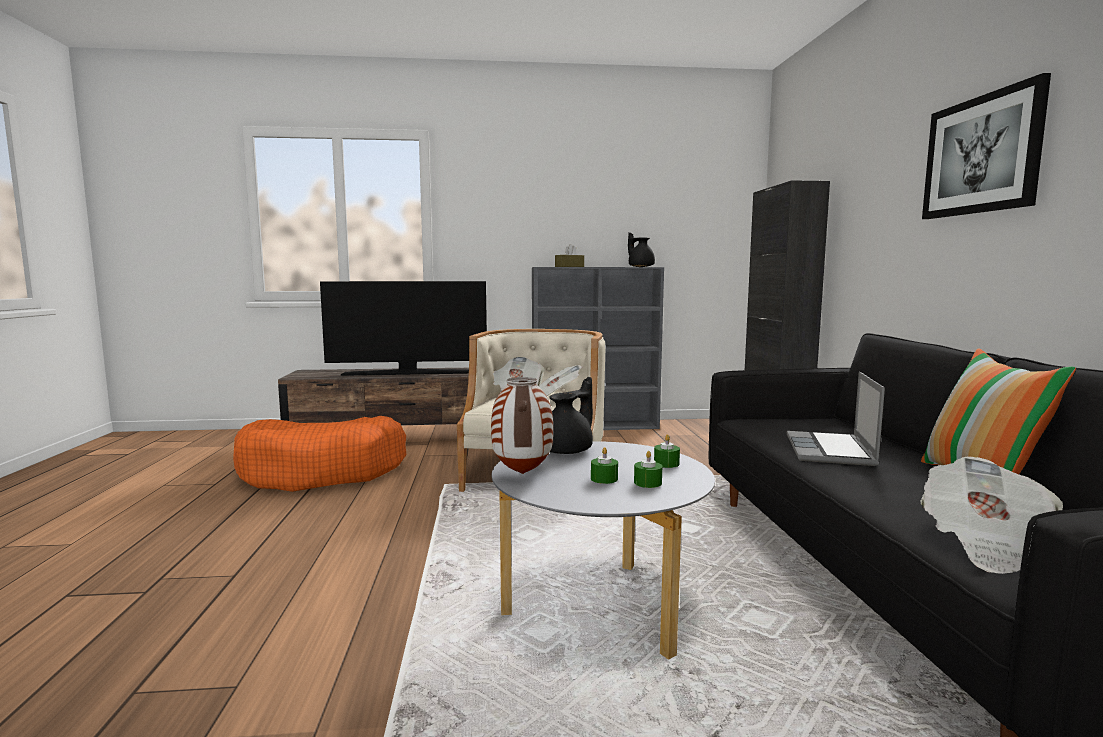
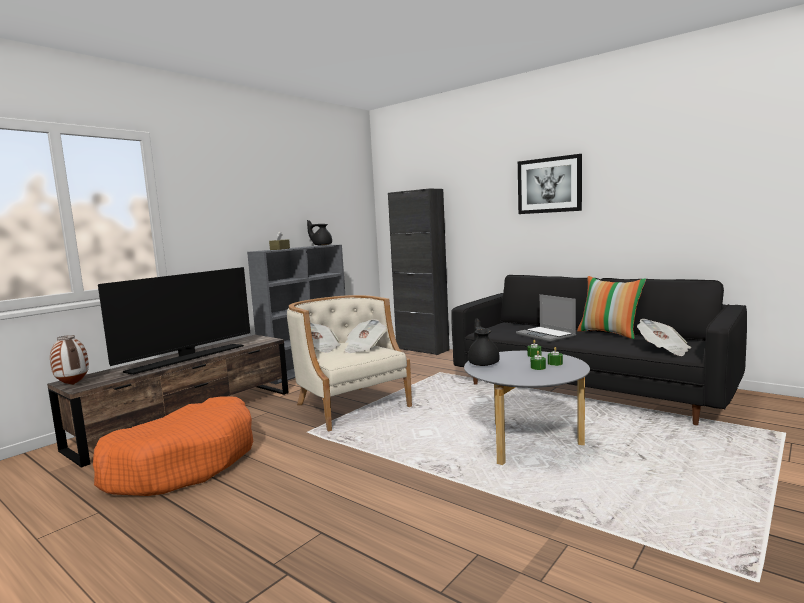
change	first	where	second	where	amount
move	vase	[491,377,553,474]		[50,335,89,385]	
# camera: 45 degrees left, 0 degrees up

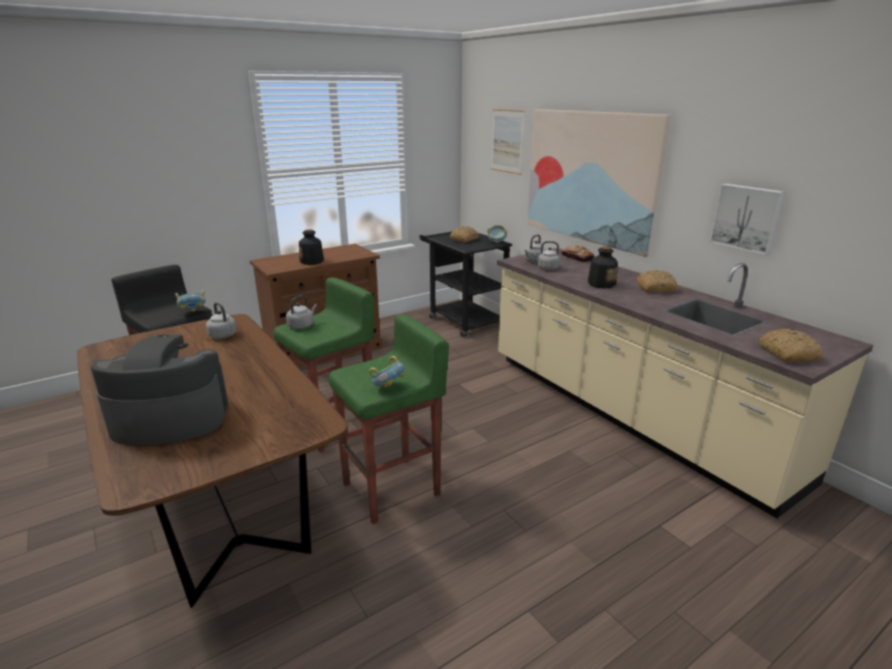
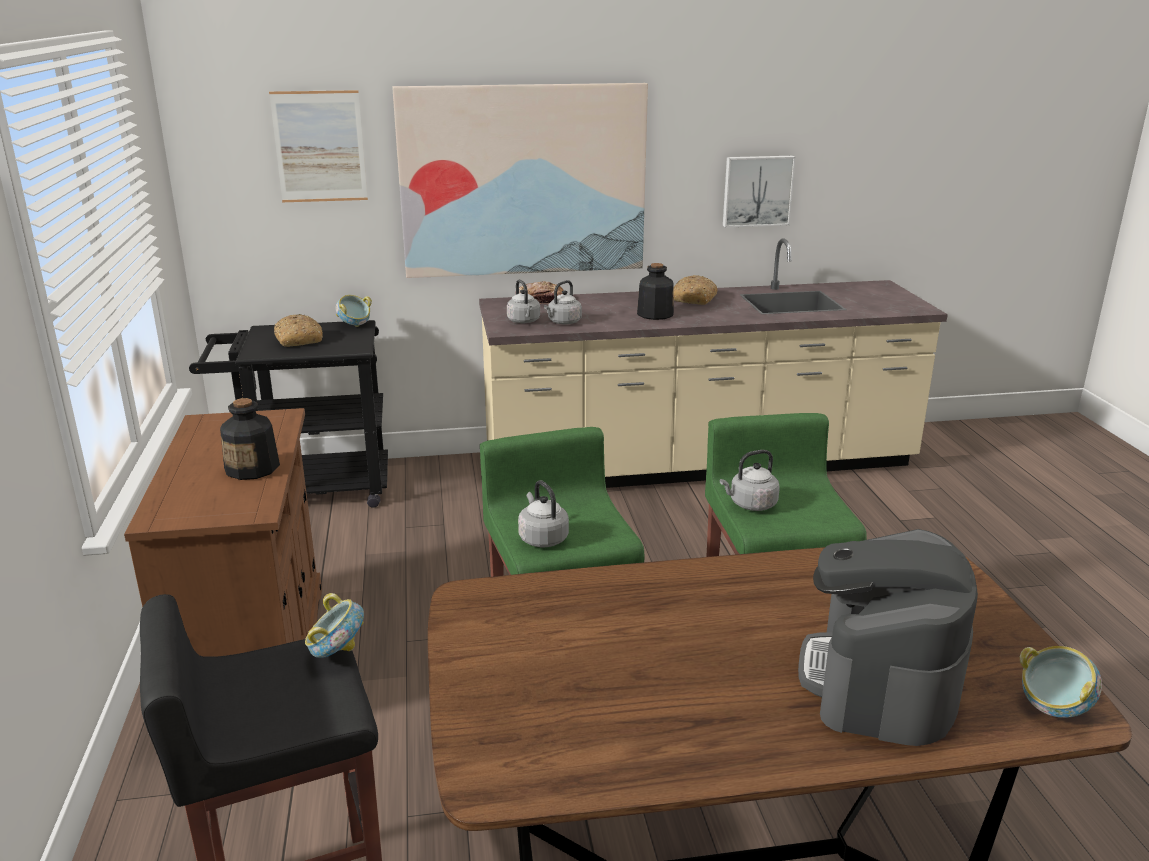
change	first	where	second	where	amount
move	kettle (grey)	[206,302,237,339]		[720,450,780,511]	
move	bowl	[369,356,405,387]		[1020,646,1102,718]	
delete	bread	[758,329,823,362]			
# camera: 65 degrees left, 0 degrees up

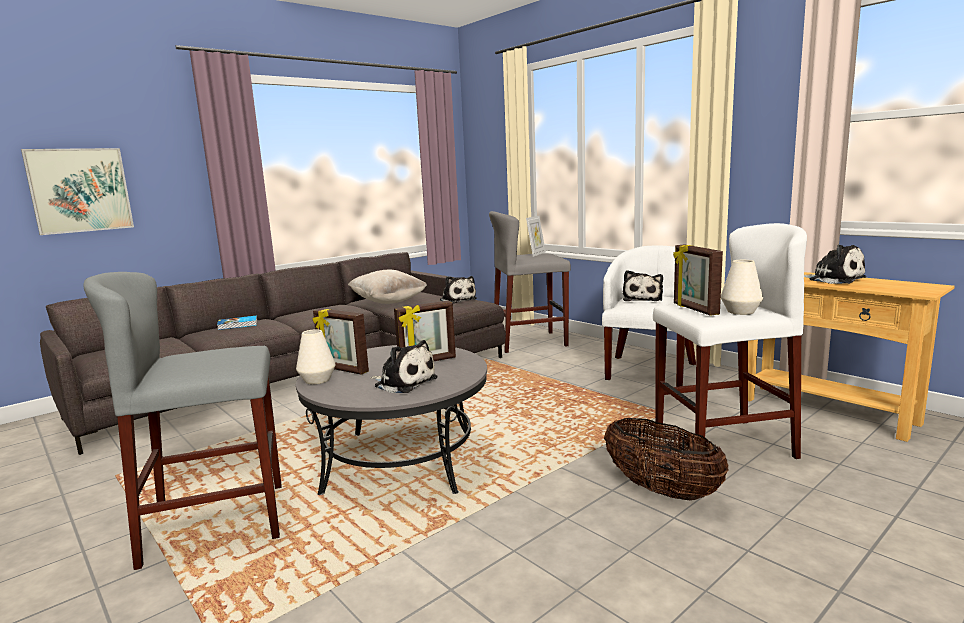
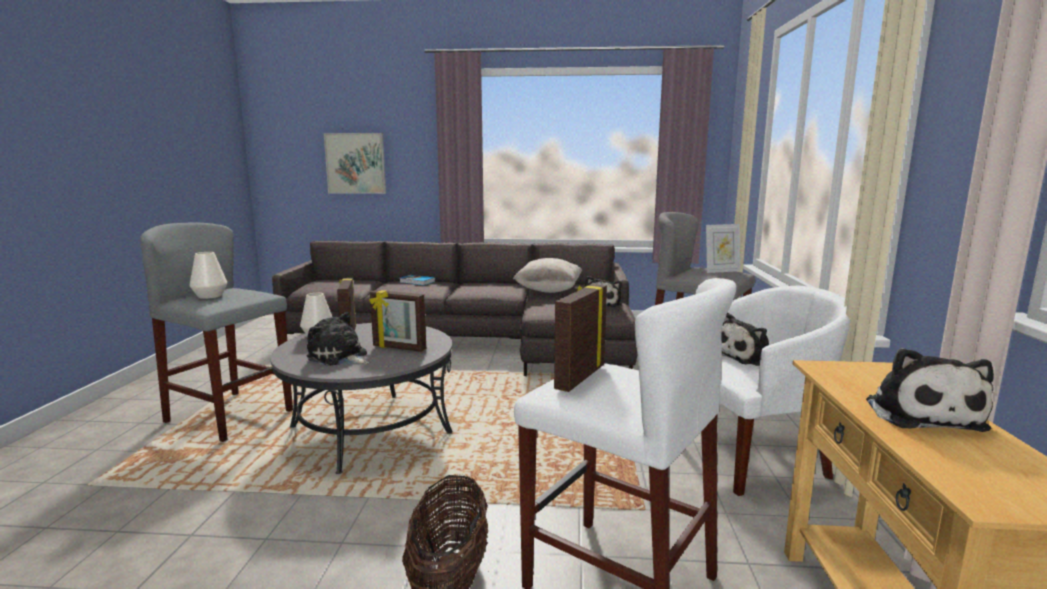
change	first	where	second	where	amount
move	vase (white)	[721,260,763,315]		[189,252,227,299]	
rotate	plush toy	[370,340,438,393]		[307,312,369,366]	135 degrees clockwise
# camera: 45 degrees right, 0 degrees up

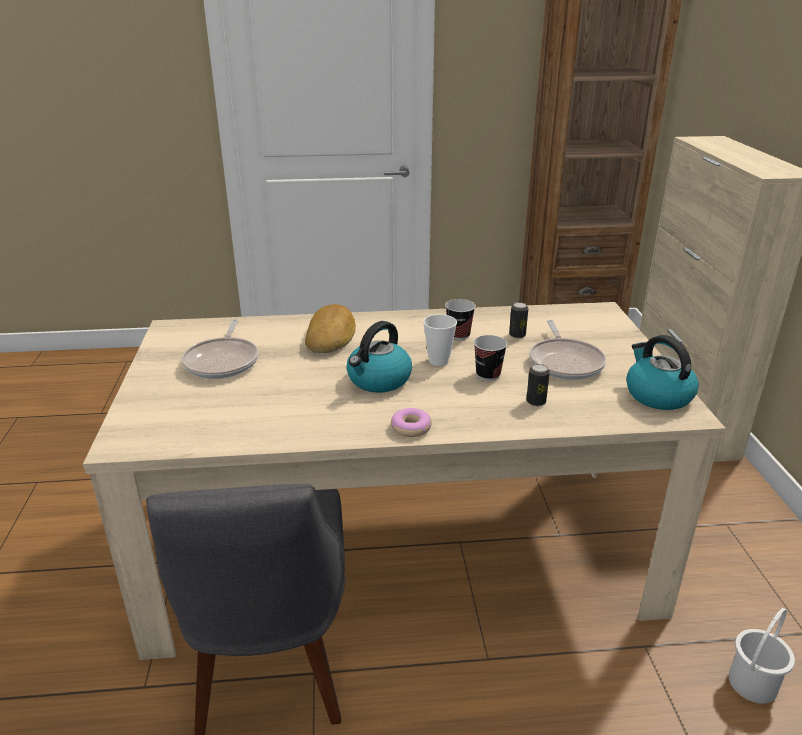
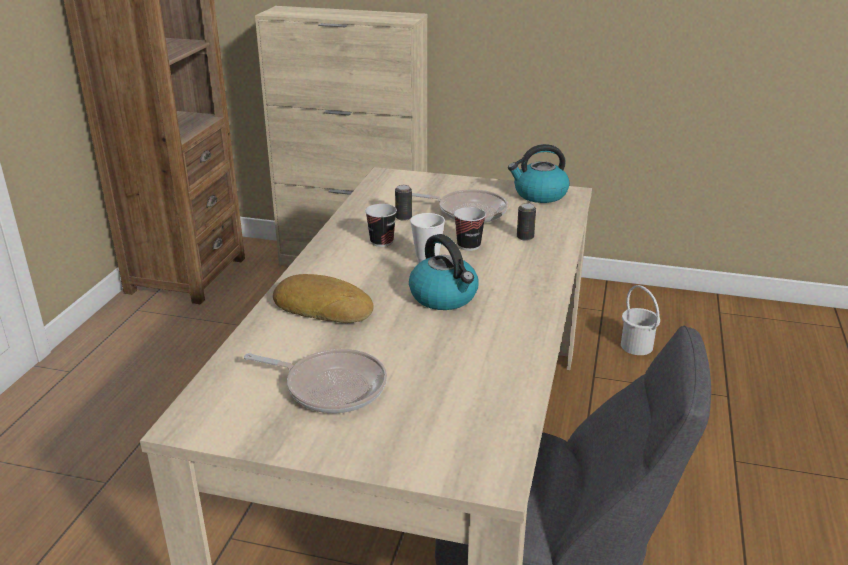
change	first	where	second	where	amount
delete	donut	[391,408,432,437]			
# camera: 70 degrees left, 0 degrees up

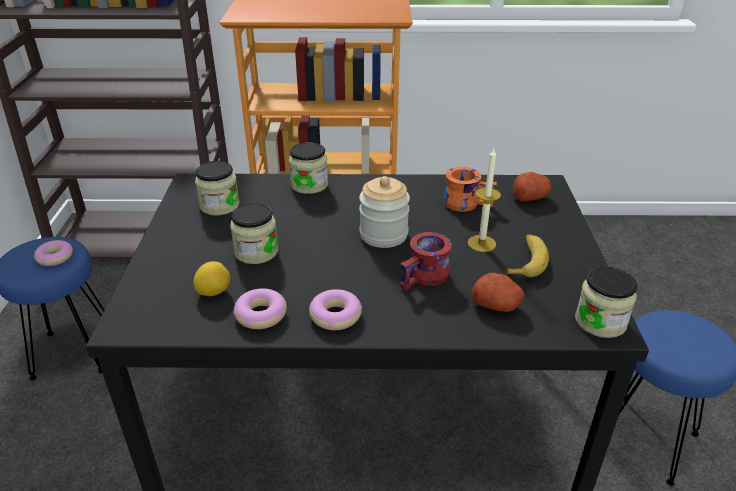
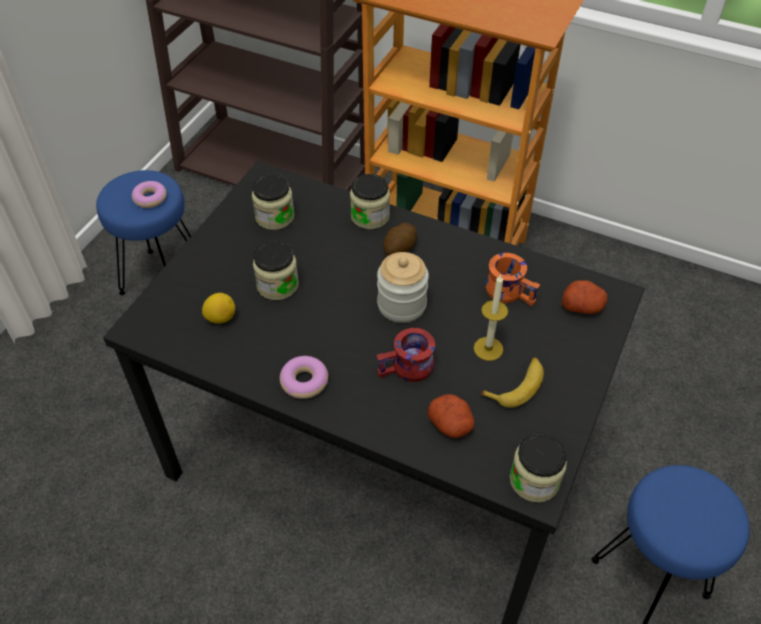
change	first	where	second	where	amount
insert			potato	[384,223,417,255]	
delete	donut	[234,288,287,329]			
# camera: 25 degrees right, 15 degrees up

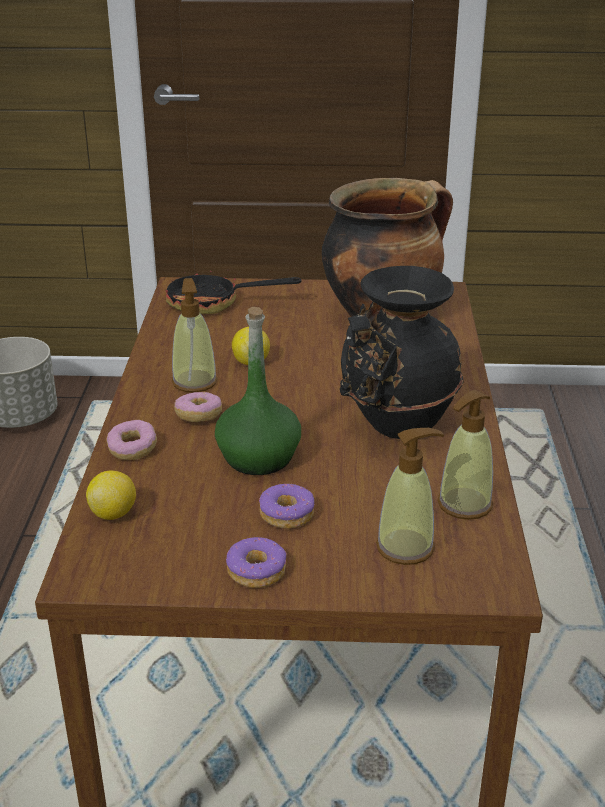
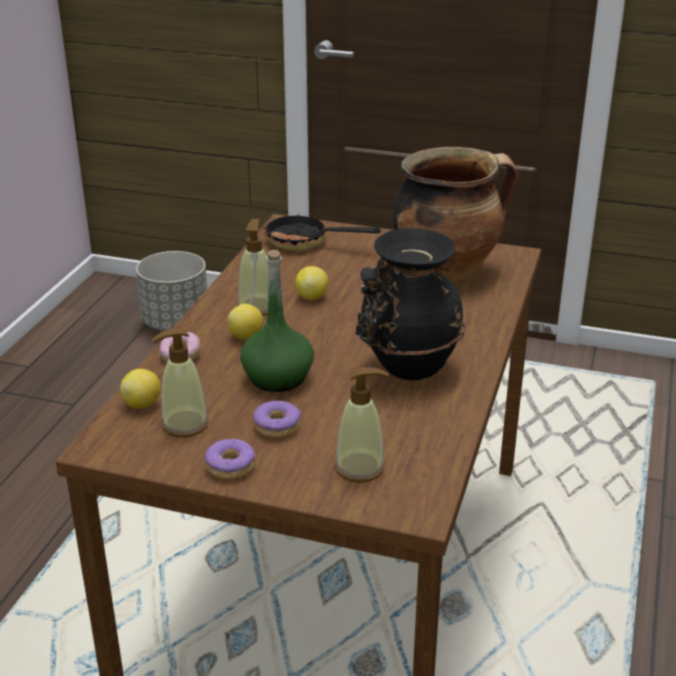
change	first	where	second	where	amount
move	soap dispenser	[438,390,493,520]		[151,328,209,437]	
replace	donut	[174,392,222,422]	lemon	[227,304,263,339]	
# camera: 15 degrees right, 0 degrees up

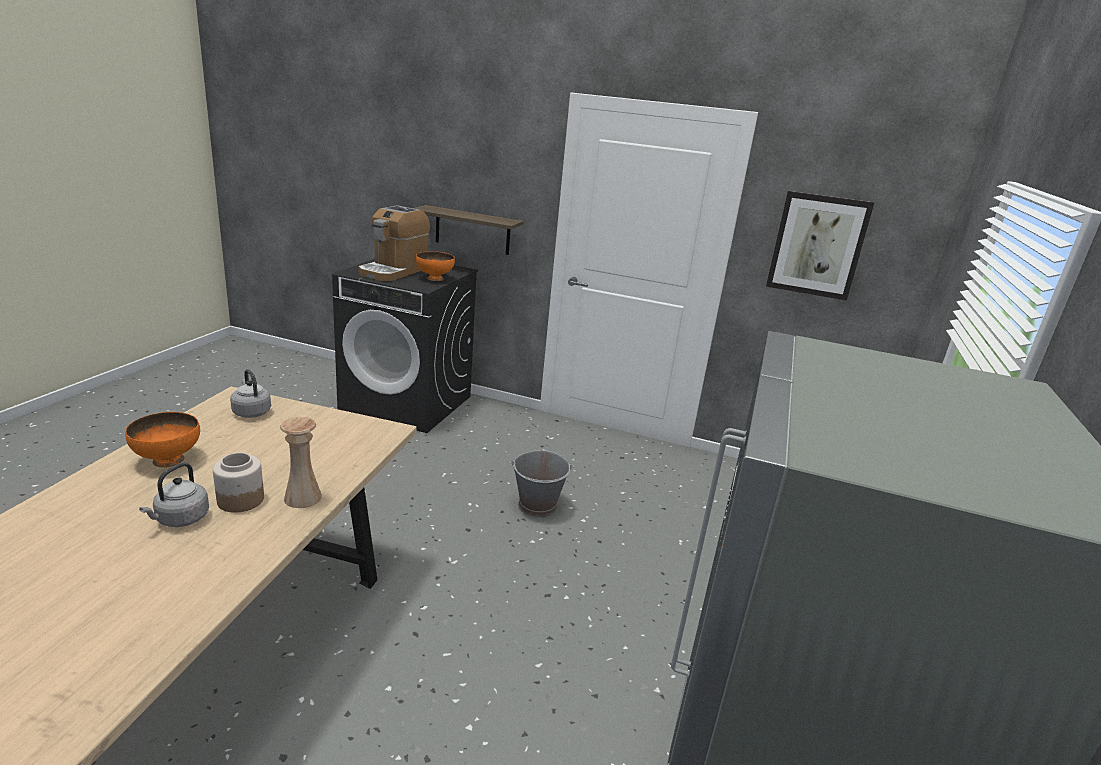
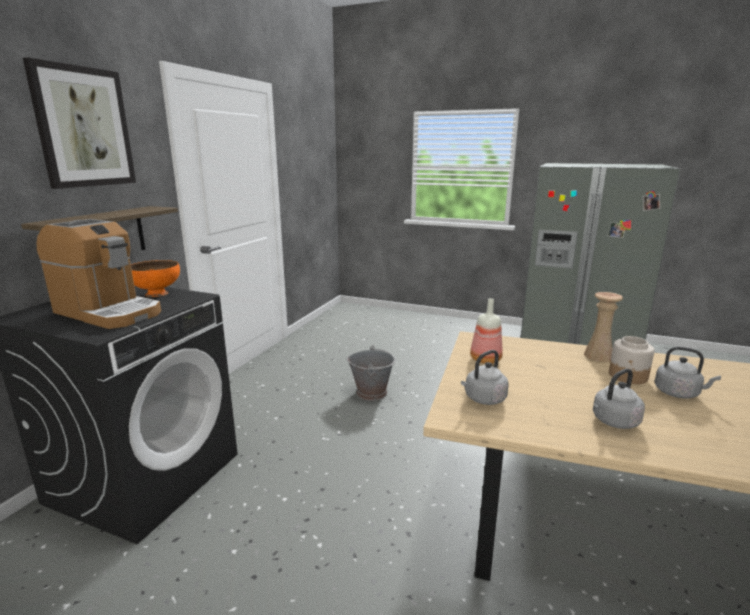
change	first	where	second	where	amount
move	picture	[766,191,874,301]		[23,57,136,189]	
insert			bottle	[470,298,503,364]	
replace	bowl (orange)	[125,412,200,468]	kettle (grey)	[593,369,645,429]	
# camera: 85 degrees left, 5 degrees down

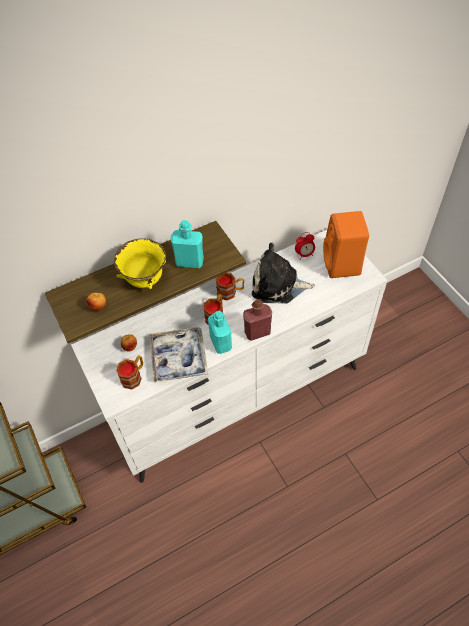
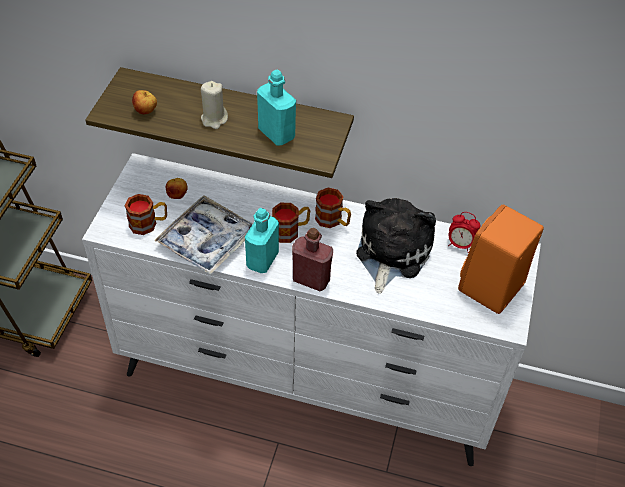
change	first	where	second	where	amount
replace	bowl (yellow)	[114,238,166,290]	candle (beige)	[201,81,228,129]	
rotate	plush toy	[252,243,315,304]		[356,198,436,294]	60 degrees clockwise
# camera: 40 degrees right, 5 degrees down

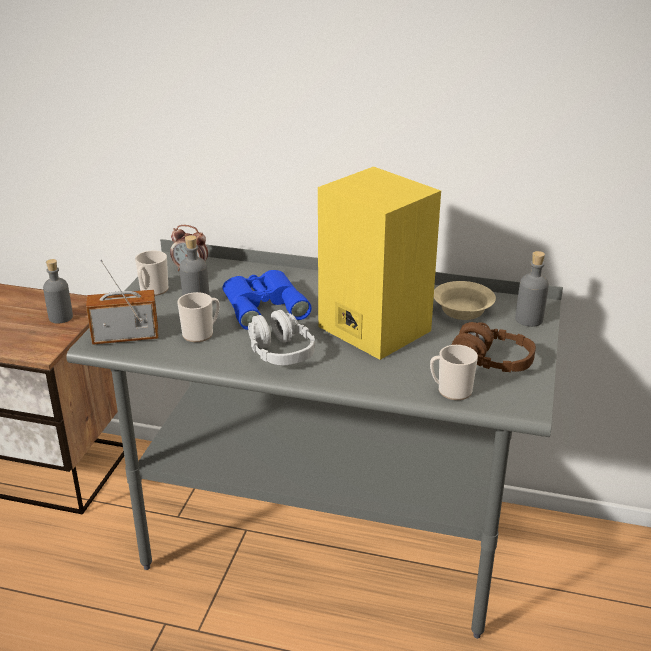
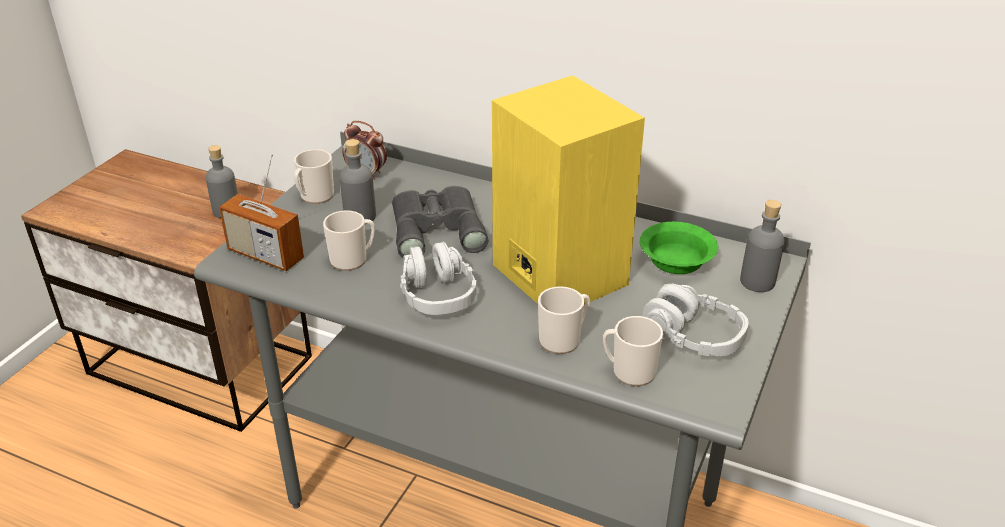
change	first	where	second	where	amount
rotate	radio	[86,260,159,345]		[219,154,304,271]	150 degrees counterclockwise
recolor	binoculars (blue)	[223,270,312,330]	binoculars (grey)	[392,186,489,258]	
insert			mug	[538,286,590,354]	
recolor	bowl (beige)	[434,281,496,320]	bowl (green)	[640,222,718,274]	
recolor	headphones (brown)	[452,322,536,372]	headphones (grey)	[642,284,749,356]	
# camera: 10 degrees right, 5 degrees up

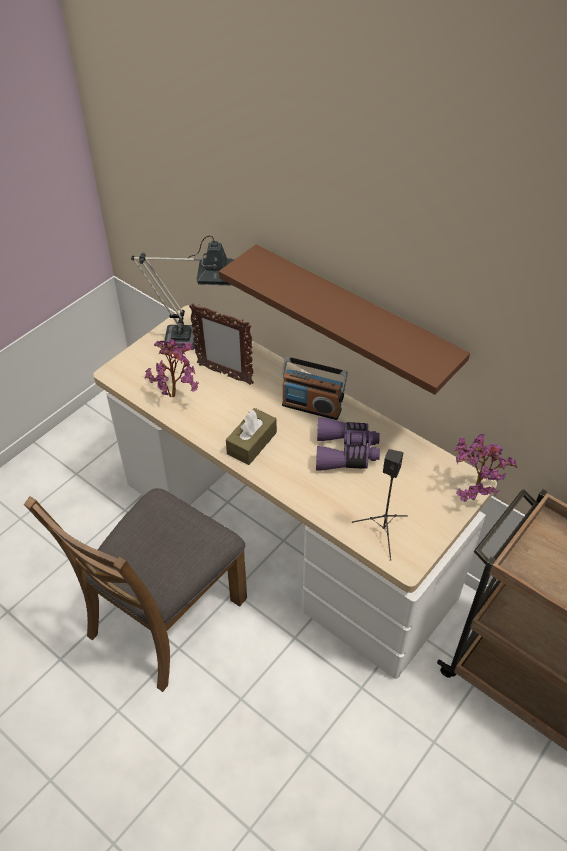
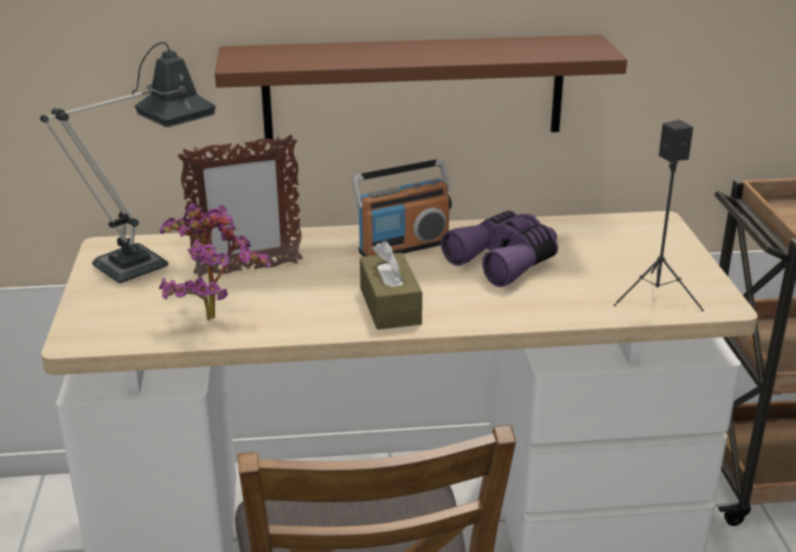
change	first	where	second	where	amount
delete	potted plant	[454,434,517,502]			
# camera: 45 degrees left, 20 degrees down

